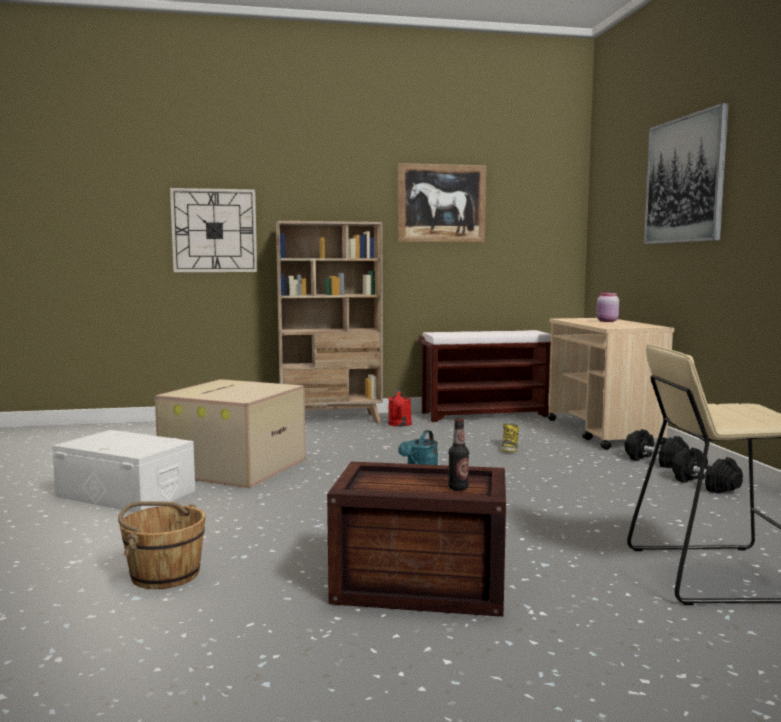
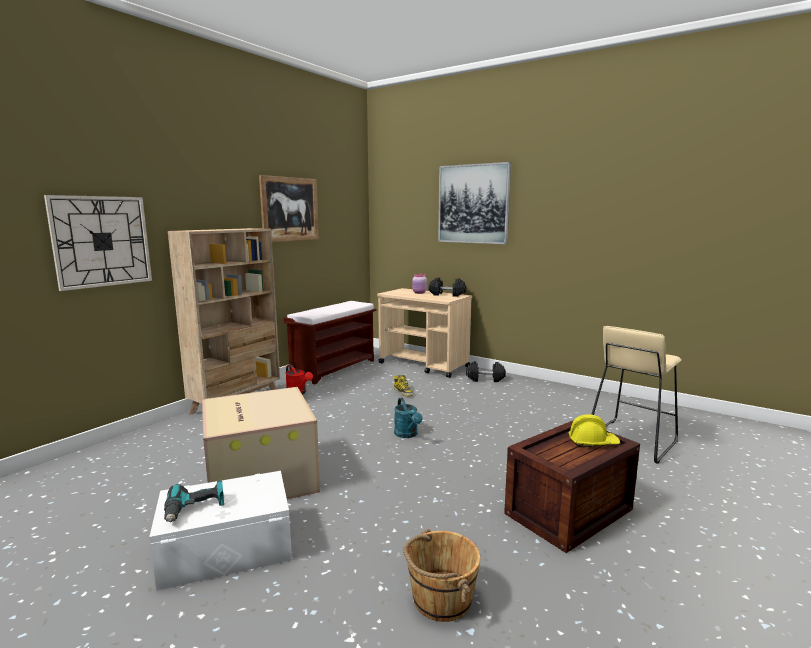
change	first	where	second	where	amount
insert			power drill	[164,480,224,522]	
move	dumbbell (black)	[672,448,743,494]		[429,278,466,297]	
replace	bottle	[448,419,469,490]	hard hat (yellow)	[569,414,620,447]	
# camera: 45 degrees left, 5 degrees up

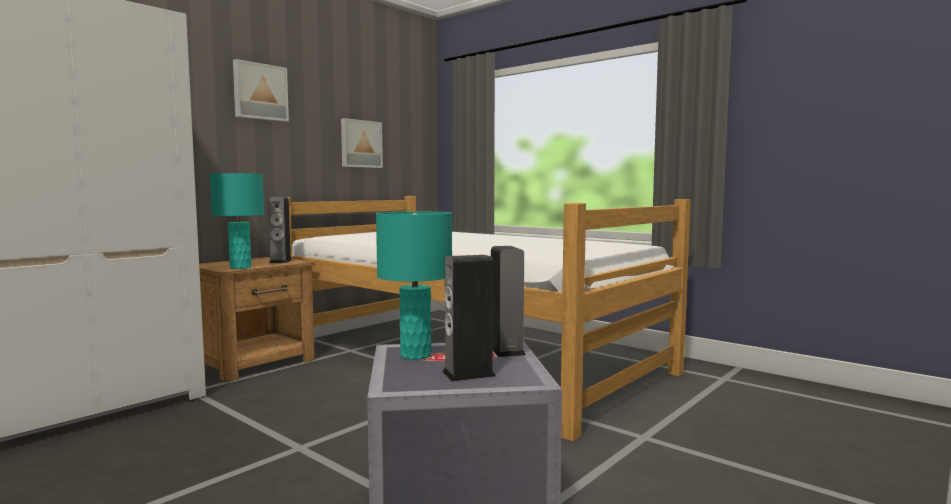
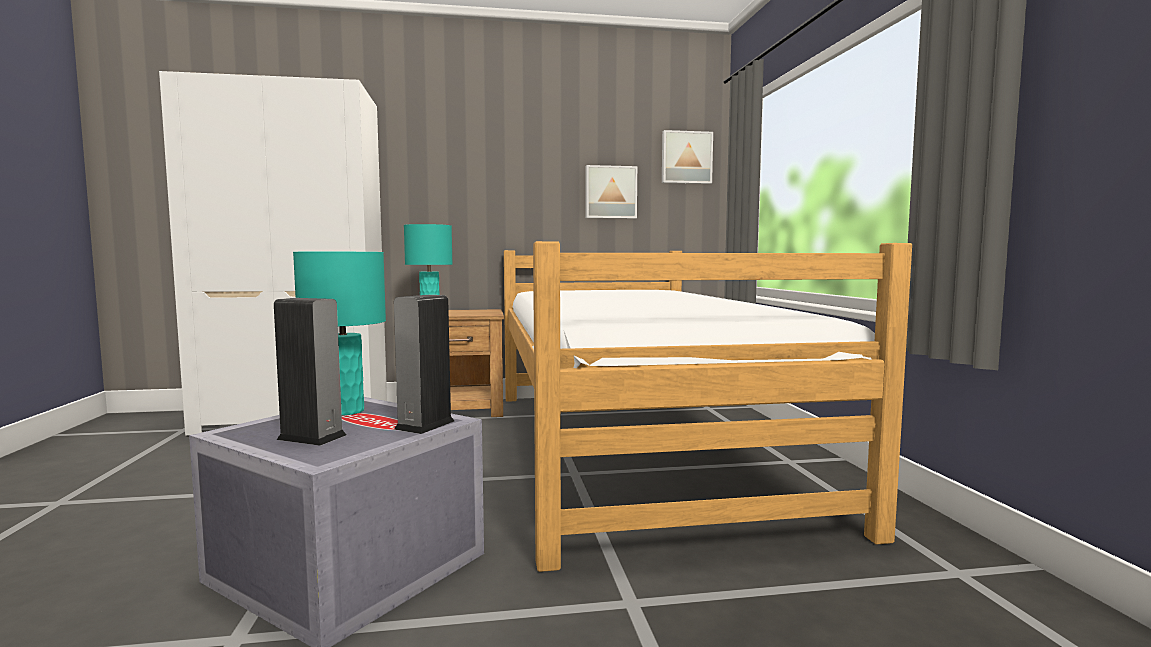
change	first	where	second	where	amount
move	picture	[233,59,289,122]		[662,130,713,184]	
delete	speaker	[268,197,292,263]			
# camera: 40 degrees right, 0 degrees up

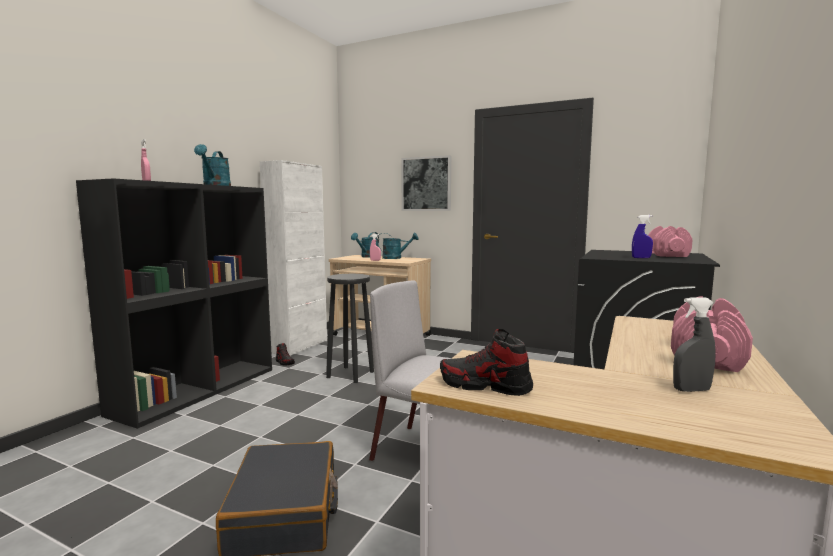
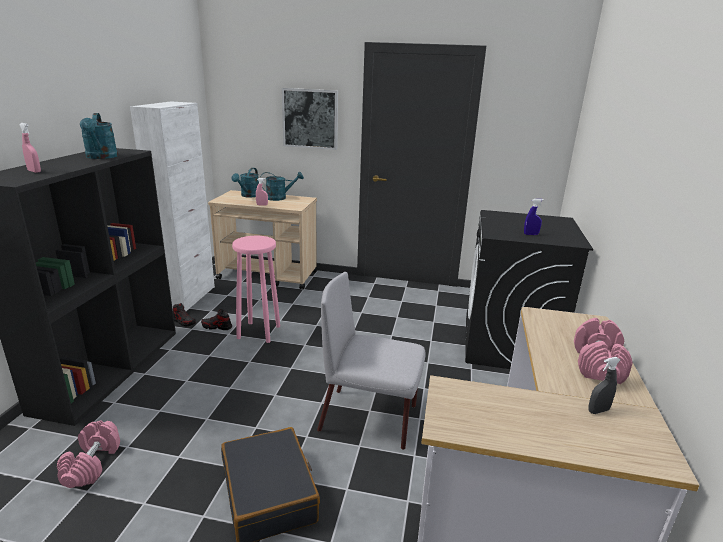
change	first	where	second	where	amount
move	dumbbell (pink)	[648,226,693,257]		[57,420,120,488]	
move	shoe	[440,329,533,396]		[201,309,232,330]	
recolor	stool (black)	[326,274,374,383]	stool (pink)	[232,236,280,343]	
# camera: 15 degrees left, 15 degrees up

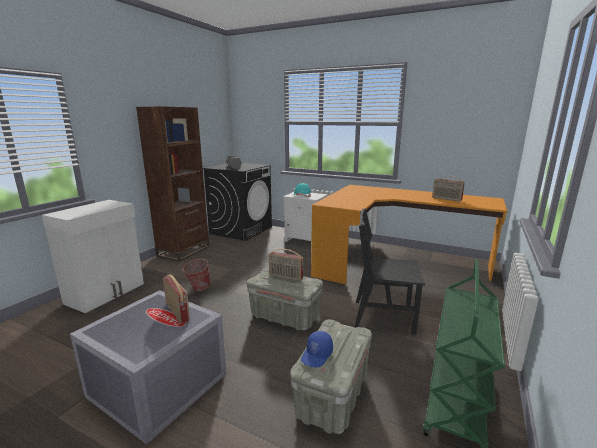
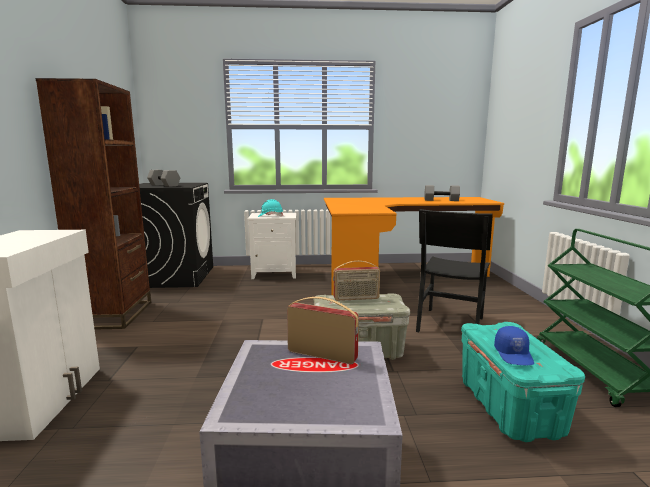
change	first	where	second	where	amount
rotate	chair (black)	[355,208,425,334]		[416,209,493,332]	45 degrees counterclockwise
replace	radio	[432,176,465,202]	dumbbell (grey)	[424,185,460,201]	
recolor	storage box (grey)	[290,320,372,434]	storage box (turquoise)	[461,322,585,442]	
delete	bucket	[182,259,211,292]			
# camera: 30 degrees left, 5 degrees down

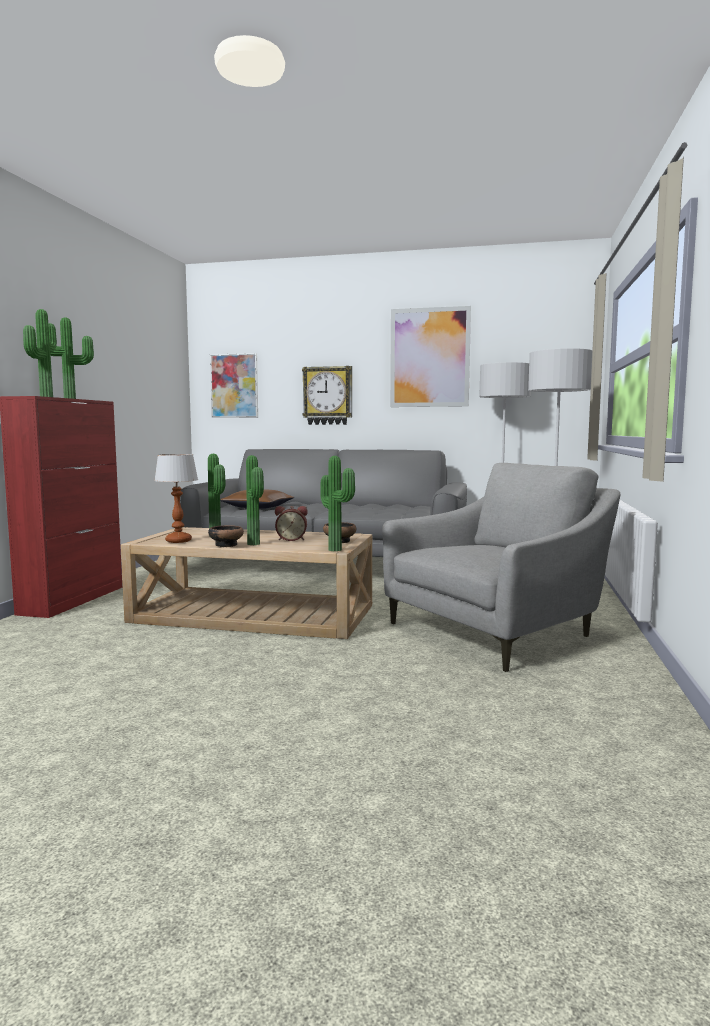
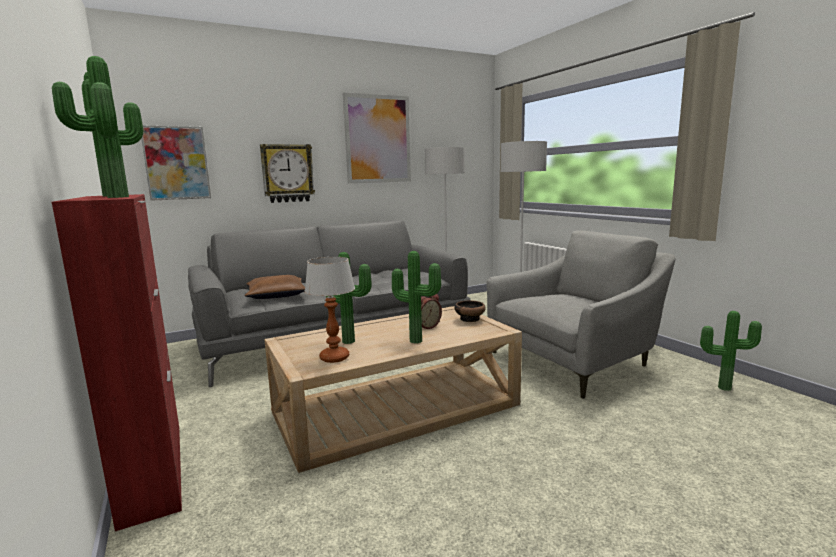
change	first	where	second	where	amount
rotate	armchair (grey)	[382,463,621,672]		[487,230,676,399]	45 degrees clockwise
move	potted plant	[320,456,355,551]		[700,311,762,391]	
delete	bowl	[208,525,244,547]			
# camera: 40 degrees left, 5 degrees up

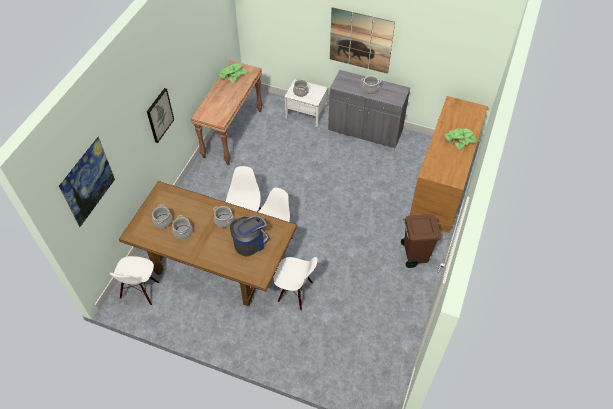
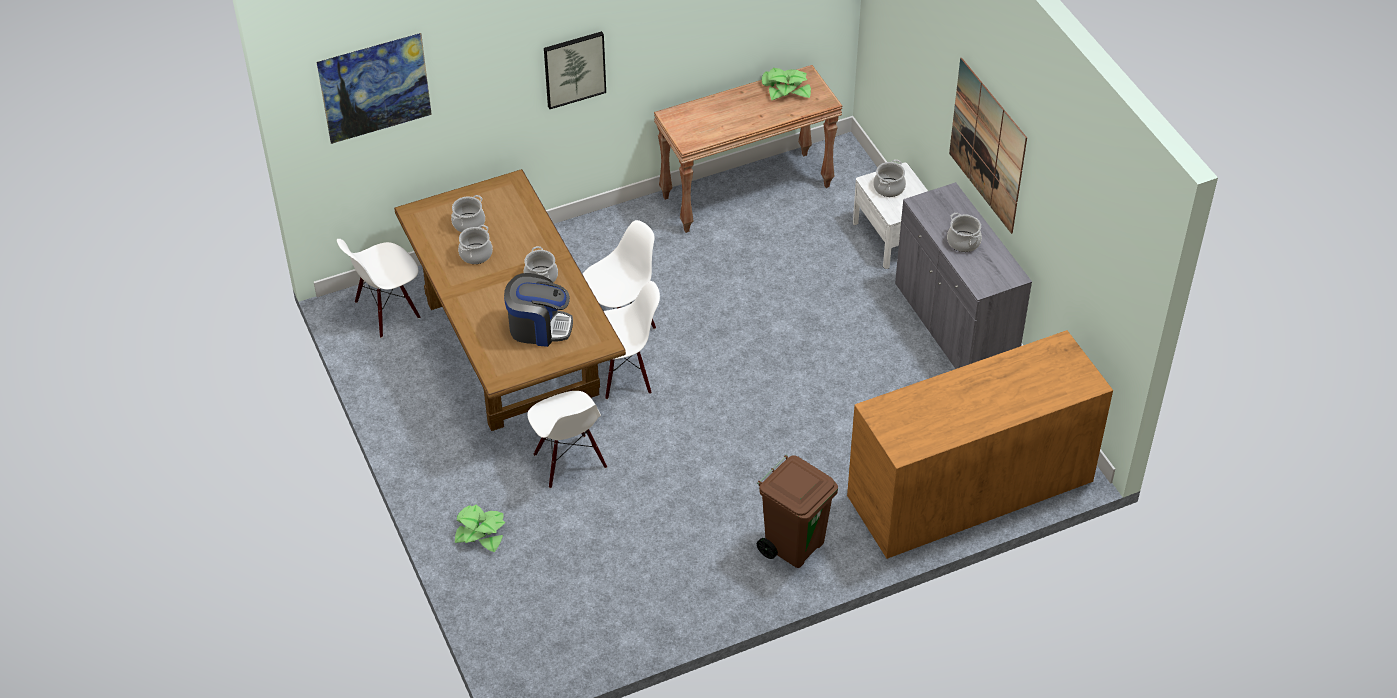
change	first	where	second	where	amount
move	potted plant	[445,128,477,150]		[455,505,505,552]	
# camera: 45 degrees right, 5 degrees down

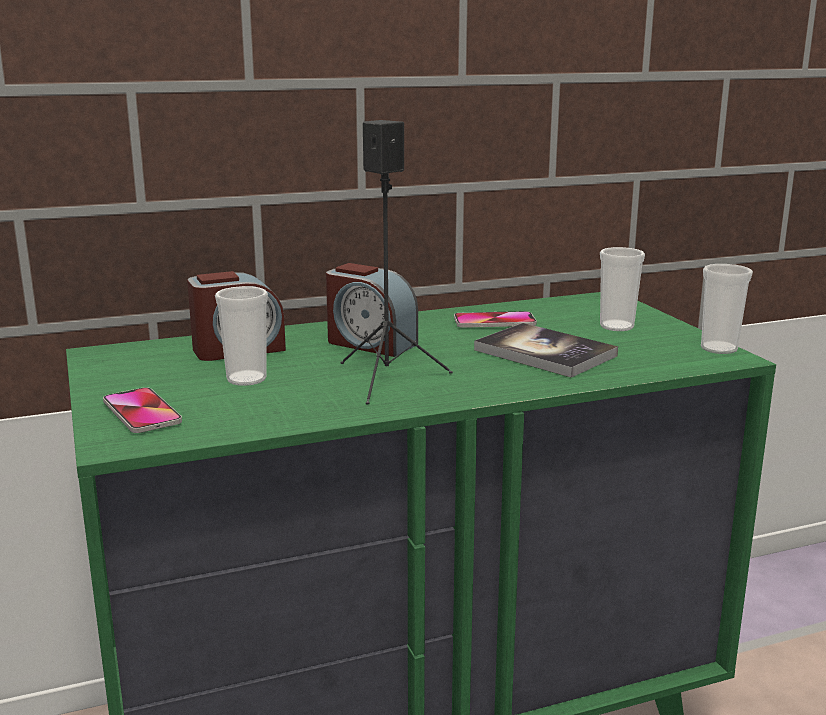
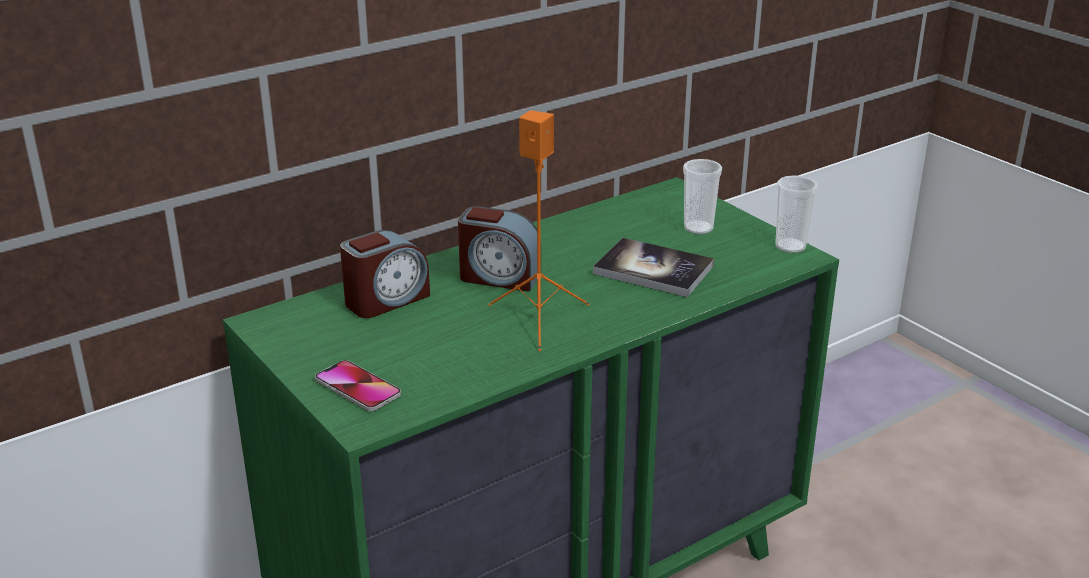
change	first	where	second	where	amount
recolor	speaker (black)	[341,120,453,404]	speaker (orange)	[488,110,590,351]	
delete	cup	[215,286,268,386]			
delete	phone	[454,311,537,328]			
# camera: 15 degrees left, 10 degrees up

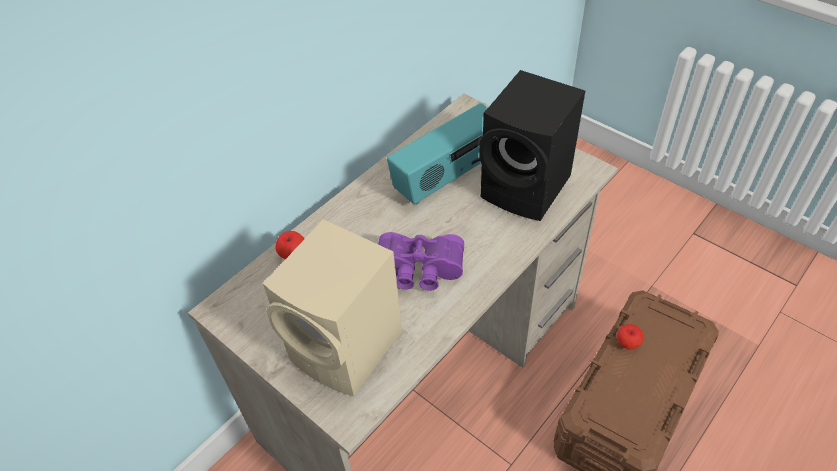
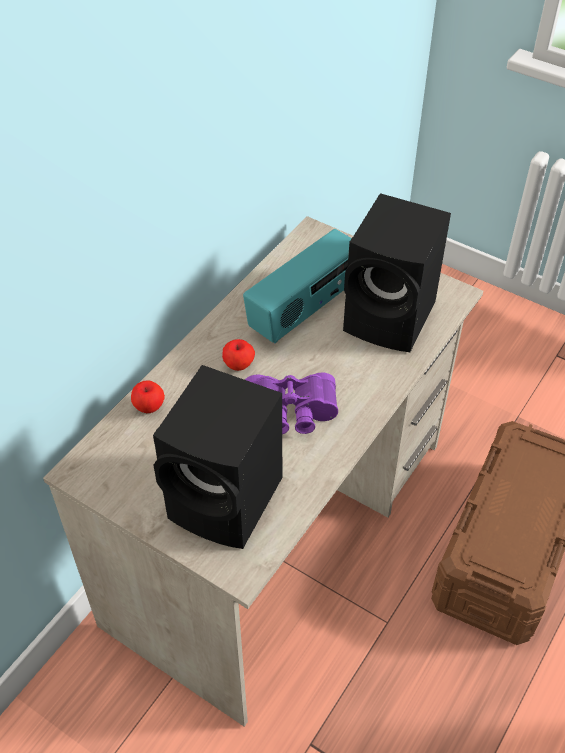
change	first	where	second	where	amount
recolor	speaker (beige)	[263,219,402,396]	speaker (black)	[153,365,282,549]	
move	apple	[617,324,644,350]		[222,339,255,371]	
# camera: 10 degrees left, 0 degrees up

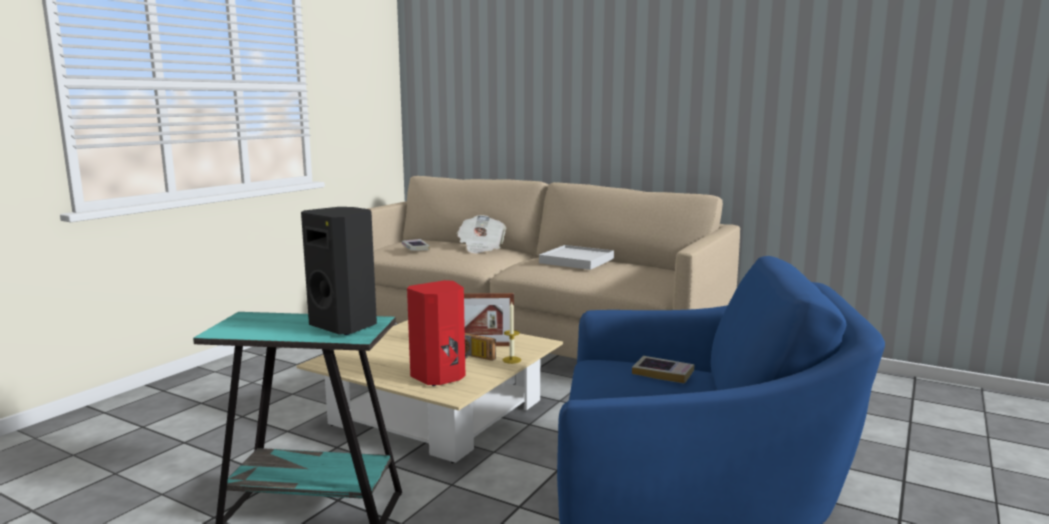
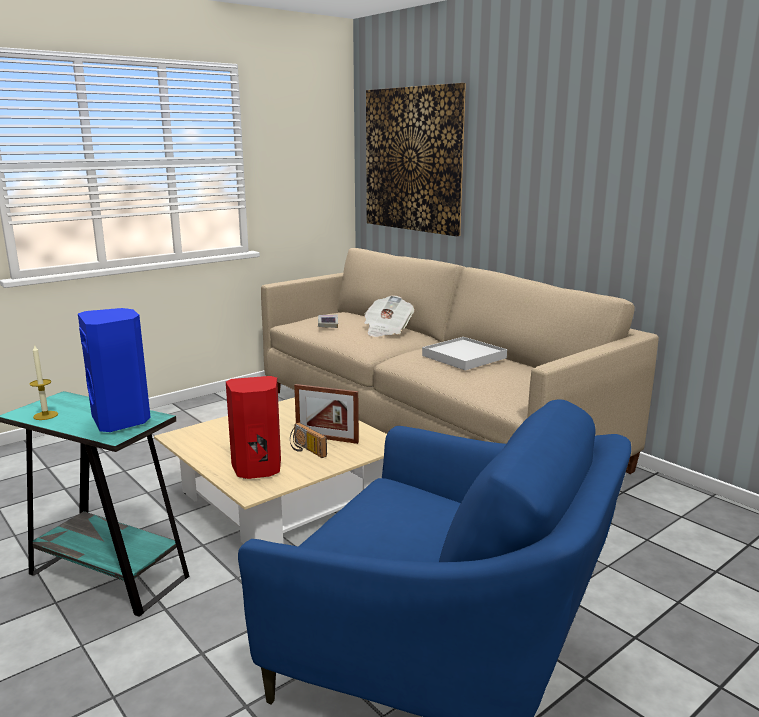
change	first	where	second	where	amount
move	candle	[503,302,521,364]		[30,344,58,420]	
recolor	speaker (black)	[301,207,377,335]	speaker (blue)	[78,308,151,432]	
insert			picture	[366,83,466,236]	
delete	book	[632,356,694,383]			
# camera: 20 degrees right, 5 degrees up

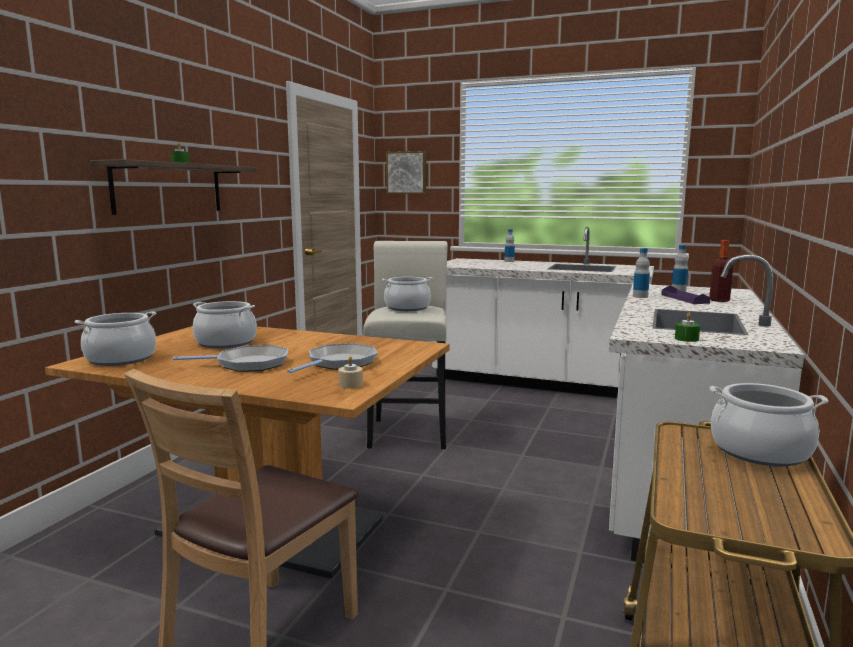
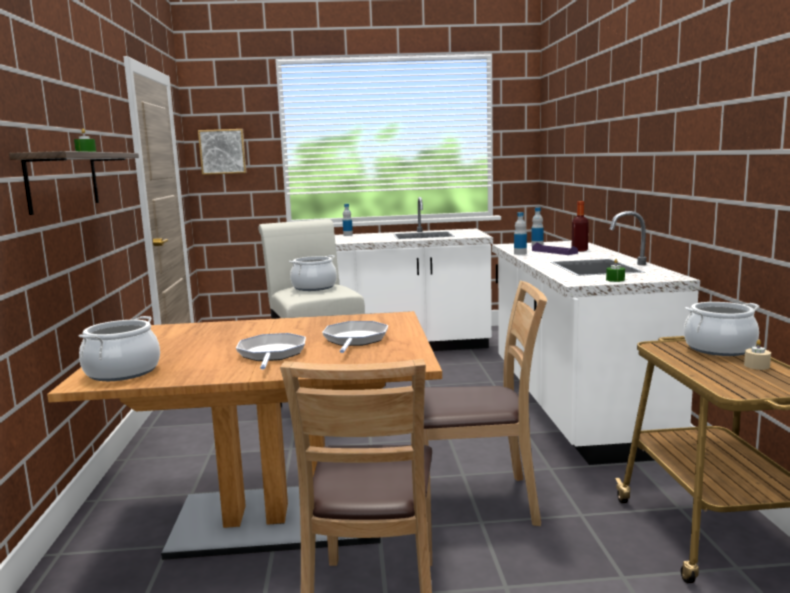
change	first	where	second	where	amount
rotate	frying pan	[173,345,288,372]		[236,333,306,369]	60 degrees counterclockwise
insert			chair (brown)	[424,281,547,526]	
move	candle (beige)	[338,356,363,388]		[744,340,771,370]	
delete	cooking pot	[193,301,257,349]			
# camera: 25 degrees left, 0 degrees up

